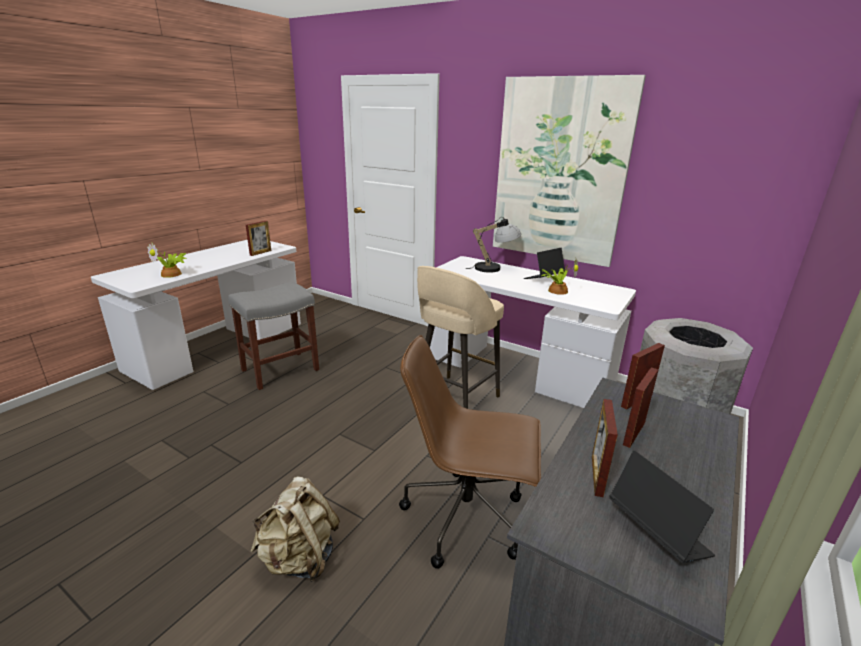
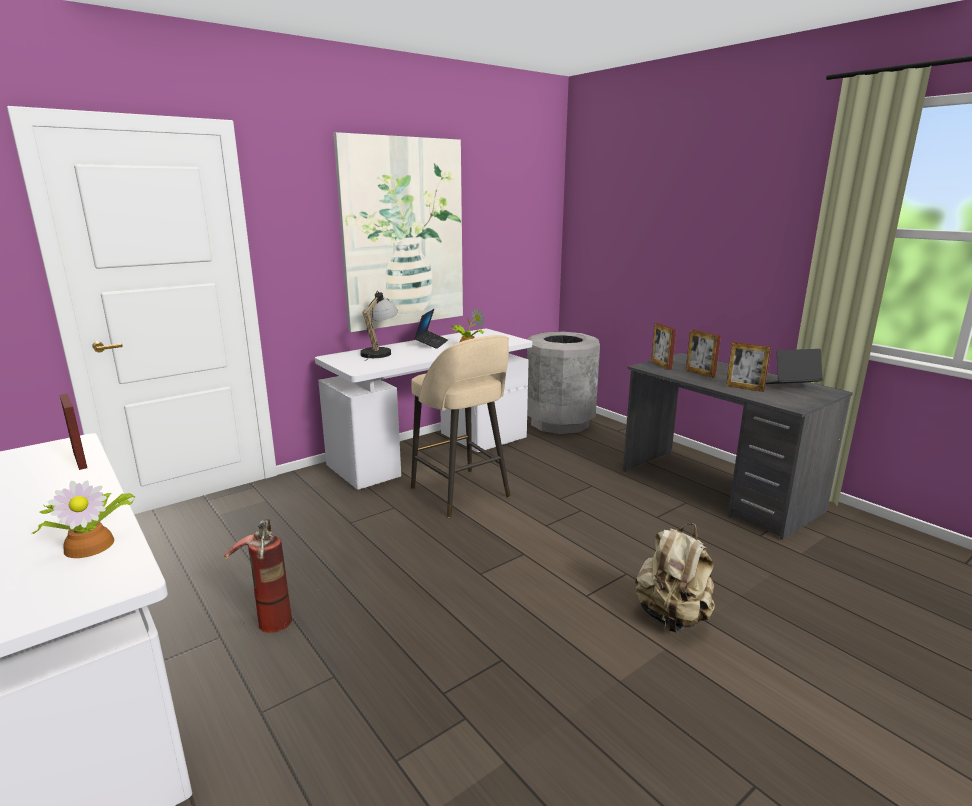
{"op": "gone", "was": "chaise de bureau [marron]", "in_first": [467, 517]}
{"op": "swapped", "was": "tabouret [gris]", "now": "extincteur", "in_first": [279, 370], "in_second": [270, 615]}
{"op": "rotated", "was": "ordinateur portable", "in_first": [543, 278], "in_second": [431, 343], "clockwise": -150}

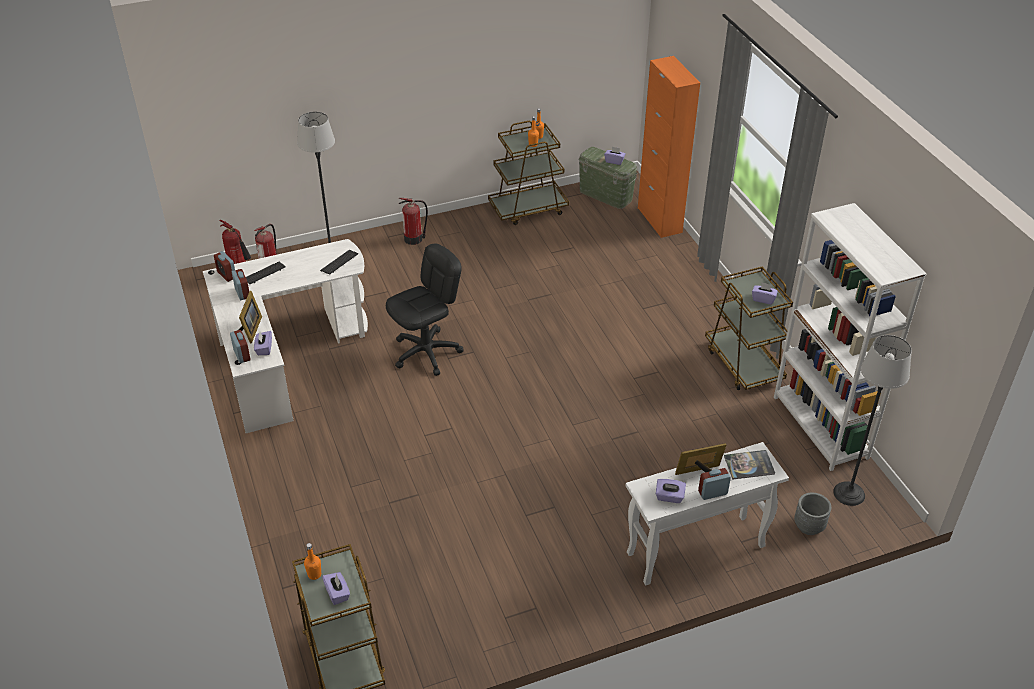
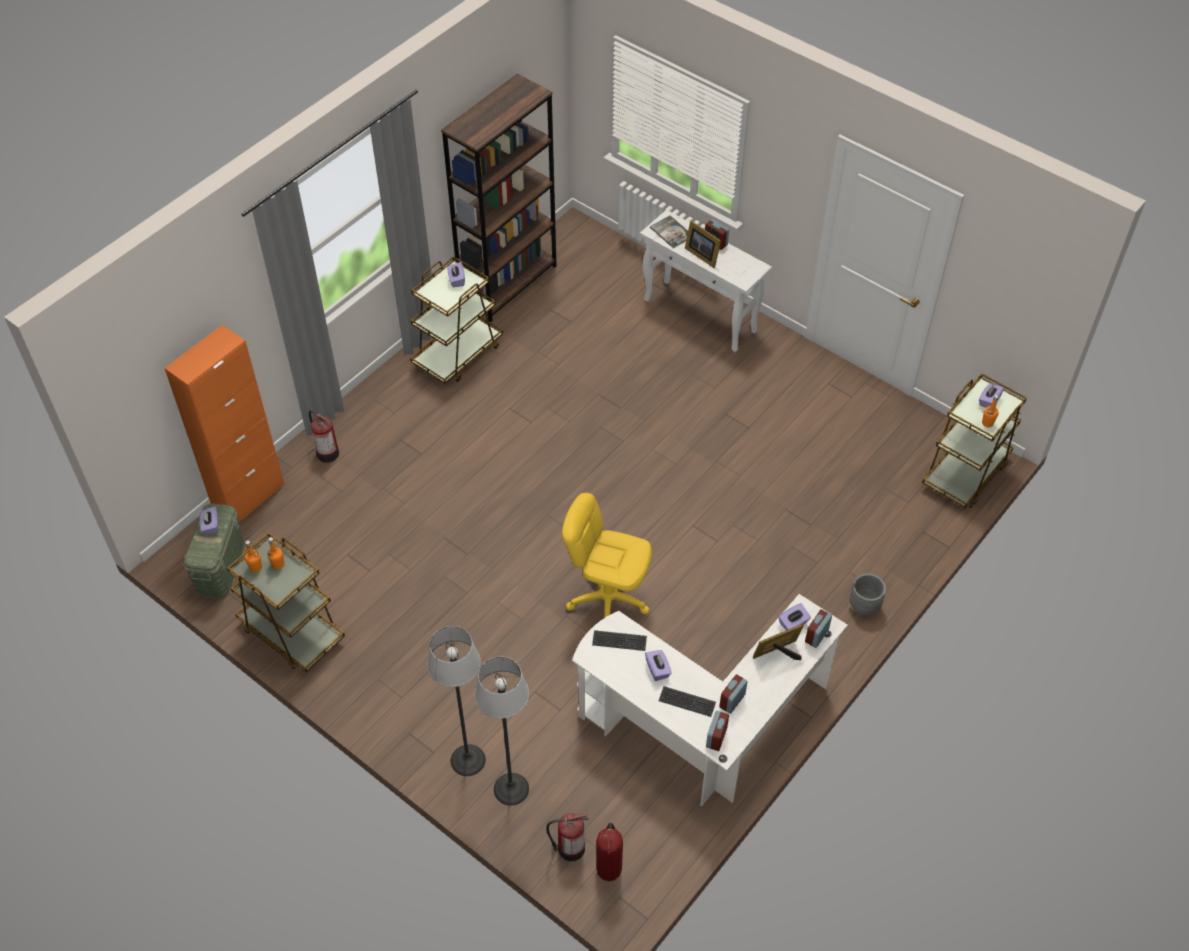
{"op": "shifted", "was": "extincteur", "in_first": [414, 239], "in_second": [327, 453]}
{"op": "shifted", "was": "boîte à mouchoirs [violet]", "in_first": [669, 497], "in_second": [658, 670]}
{"op": "shifted", "was": "cache-pot [gris]", "in_first": [809, 526], "in_second": [864, 605]}
{"op": "shifted", "was": "lampadaire", "in_first": [849, 493], "in_second": [467, 760]}
{"op": "repainted", "was": "chaise de bureau [noir]", "now": "chaise de bureau [jaune]", "in_first": [427, 352], "in_second": [608, 599]}
{"op": "repainted", "was": "bibliothèque [blanc]", "now": "bibliothèque [marron]", "in_first": [820, 427], "in_second": [508, 284]}

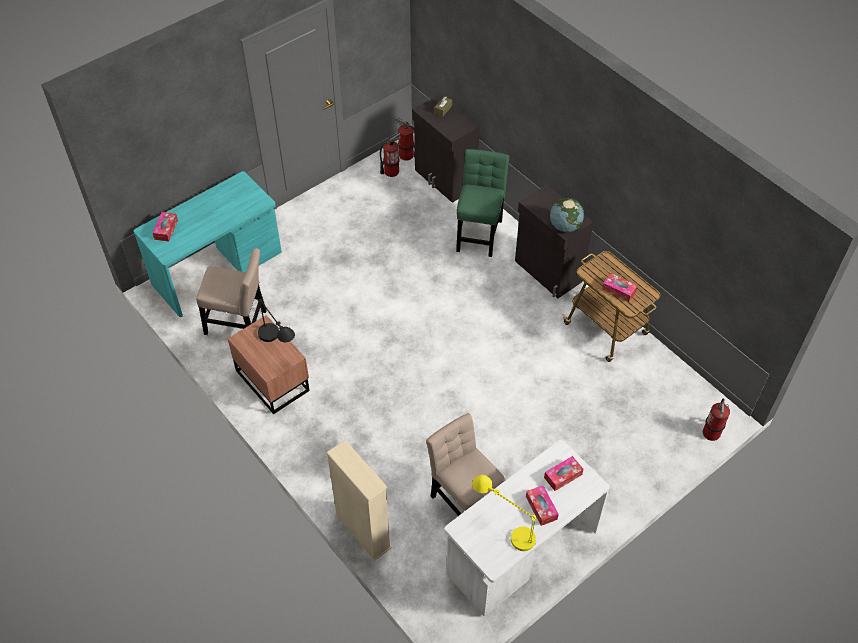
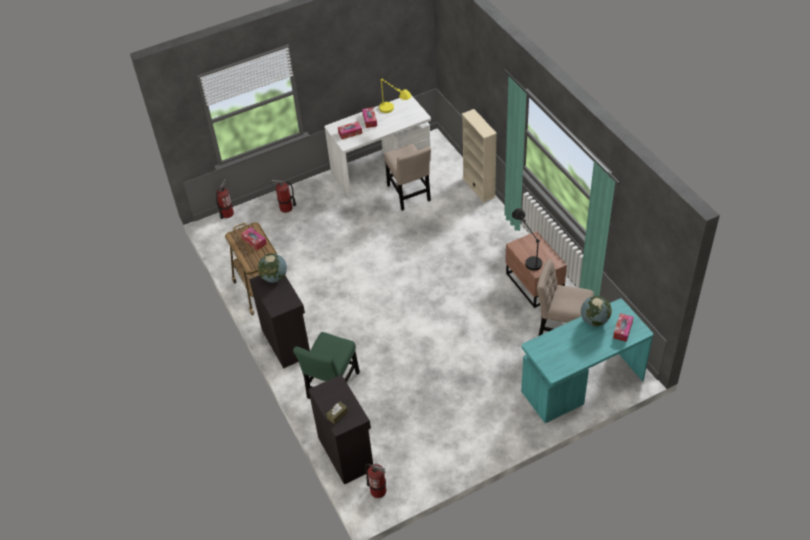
{"op": "new", "now": "globe", "in_second": [594, 320]}
{"op": "shifted", "was": "extincteur", "in_first": [391, 171], "in_second": [286, 208]}

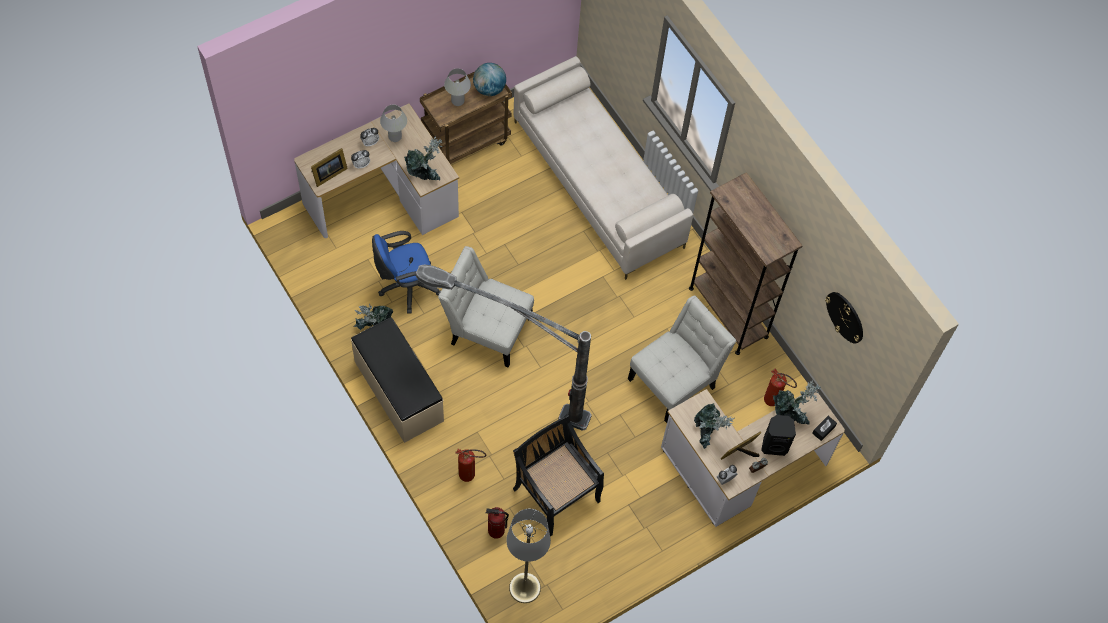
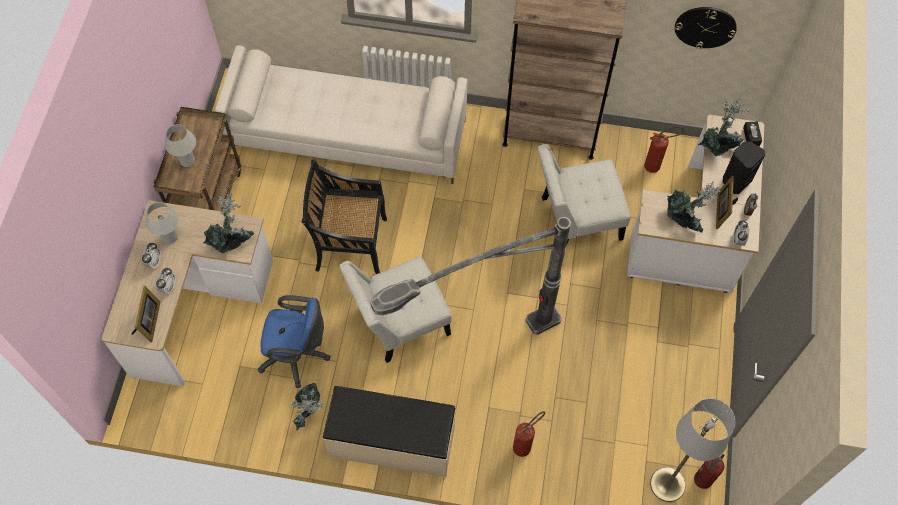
{"op": "gone", "was": "globe", "in_first": [489, 88]}
{"op": "shifted", "was": "extincteur", "in_first": [496, 531], "in_second": [703, 480]}
{"op": "shifted", "was": "chaise [noir]", "in_first": [555, 493], "in_second": [349, 244]}
{"op": "rotated", "was": "chaise de bureau [bleu]", "in_first": [406, 287], "in_second": [297, 355], "clockwise": -105}
{"op": "rotated", "was": "chaise [blanc]", "in_first": [675, 380], "in_second": [576, 219], "clockwise": -105}

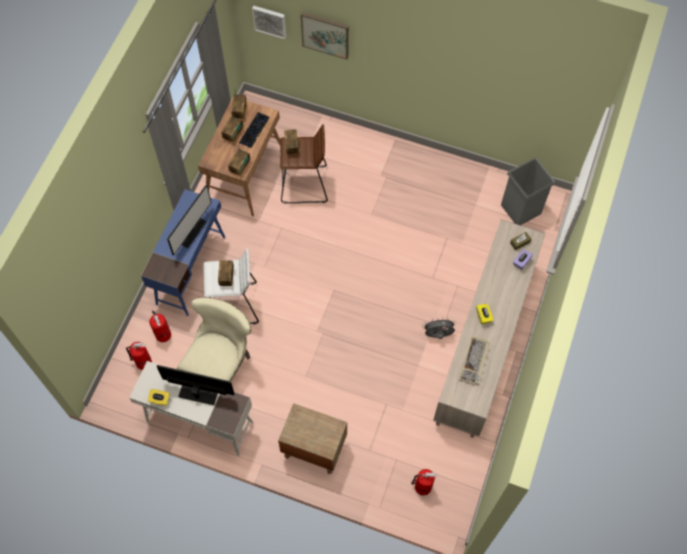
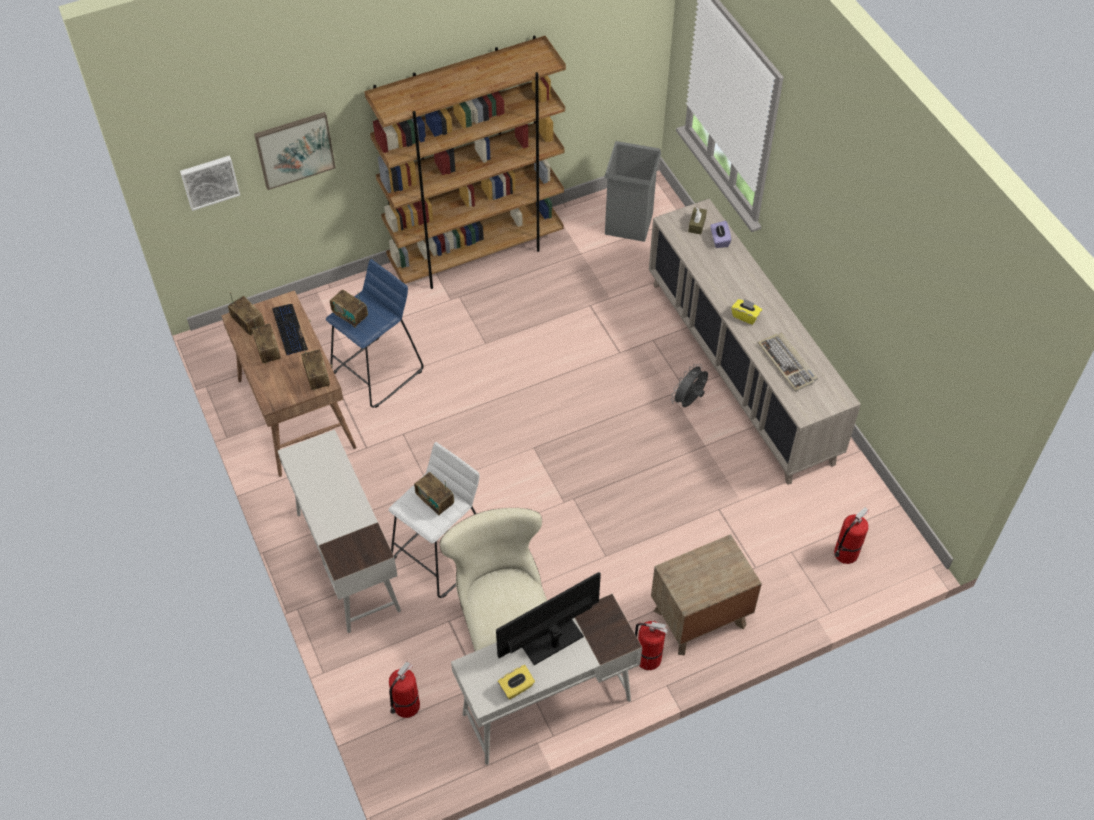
{"op": "gone", "was": "écran d'ordinateur", "in_first": [190, 231]}
{"op": "new", "now": "bibliothèque [marron]", "in_second": [476, 253]}
{"op": "shifted", "was": "extincteur", "in_first": [162, 334], "in_second": [647, 658]}
{"op": "repainted", "was": "bureau [bleu]", "now": "bureau [blanc]", "in_first": [191, 269], "in_second": [347, 561]}
{"op": "repainted", "was": "tabouret [marron]", "now": "tabouret [bleu]", "in_first": [304, 185], "in_second": [378, 372]}

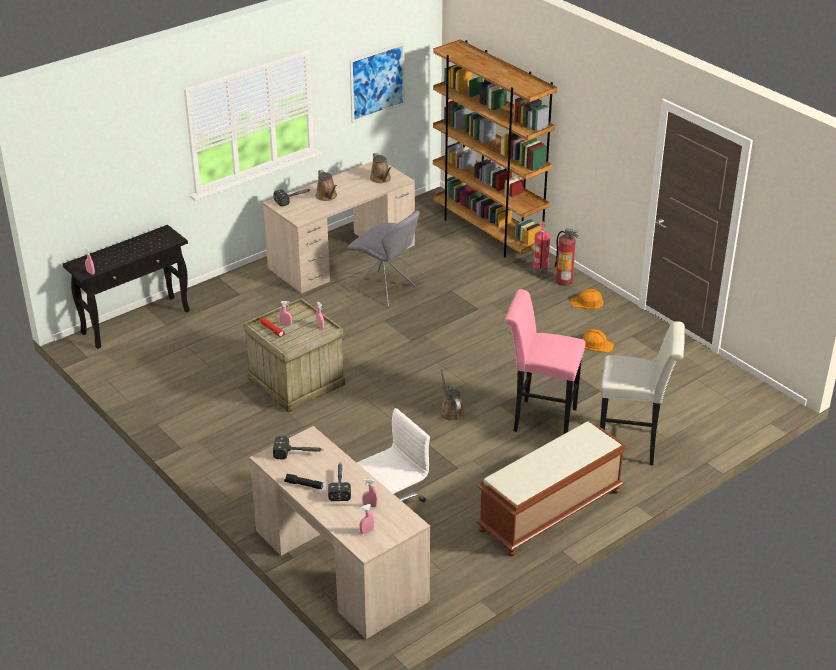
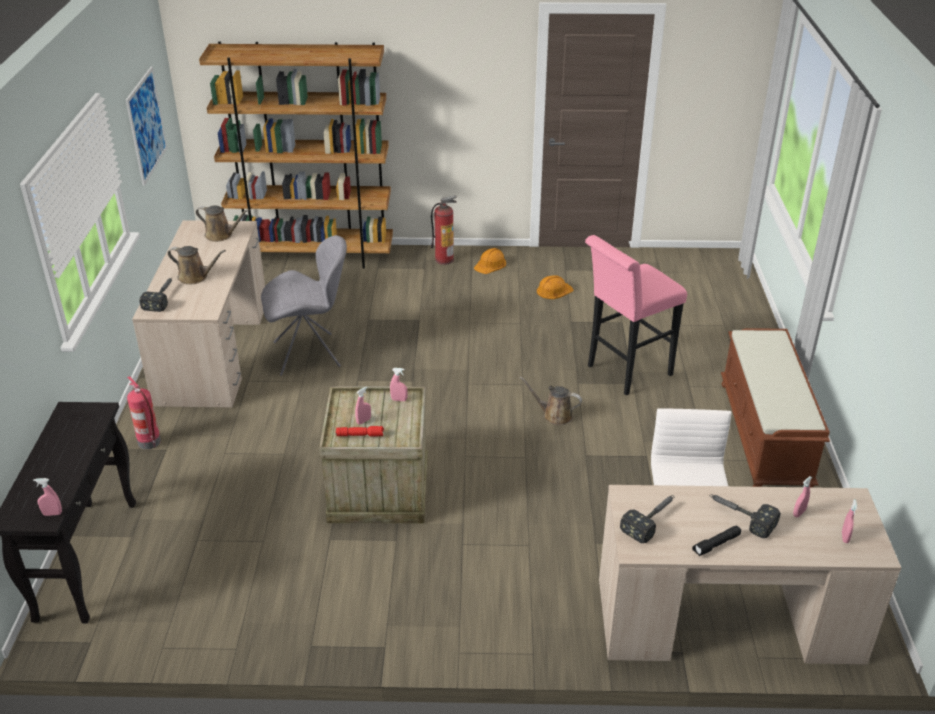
{"op": "gone", "was": "tabouret [blanc]", "in_first": [632, 445]}
{"op": "shifted", "was": "extincteur", "in_first": [540, 270], "in_second": [150, 442]}

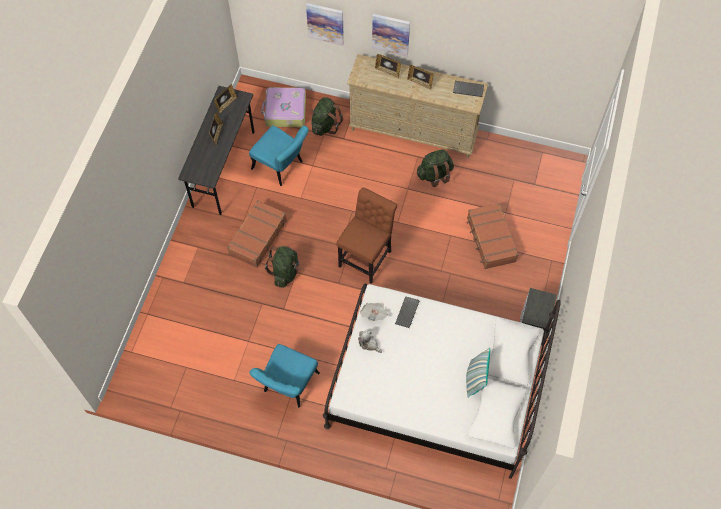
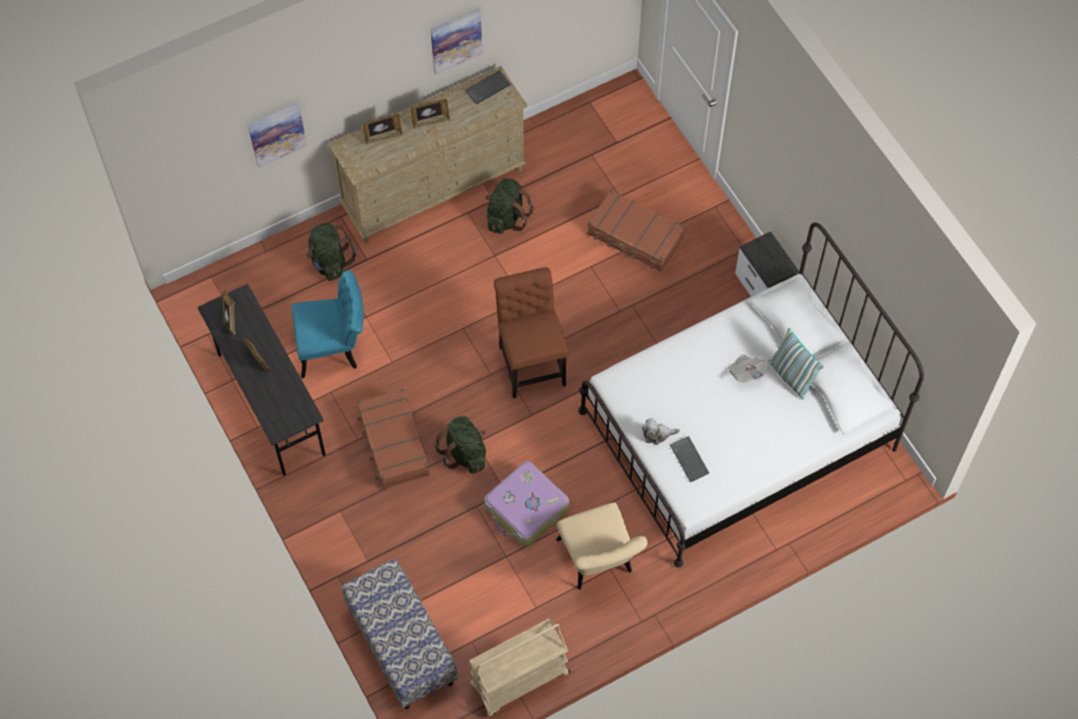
{"op": "new", "now": "banc", "in_second": [401, 645]}
{"op": "new", "now": "chariot [beige]", "in_second": [519, 680]}
{"op": "shifted", "was": "valise", "in_first": [285, 112], "in_second": [526, 509]}
{"op": "shifted", "was": "journal", "in_first": [374, 314], "in_second": [746, 372]}
{"op": "shifted", "was": "tableau", "in_first": [391, 34], "in_second": [455, 40]}
{"op": "shifted", "was": "clavier", "in_first": [407, 313], "in_second": [690, 460]}
{"op": "repainted", "was": "chaise [turquoise]", "now": "chaise [beige]", "in_first": [288, 387], "in_second": [598, 563]}

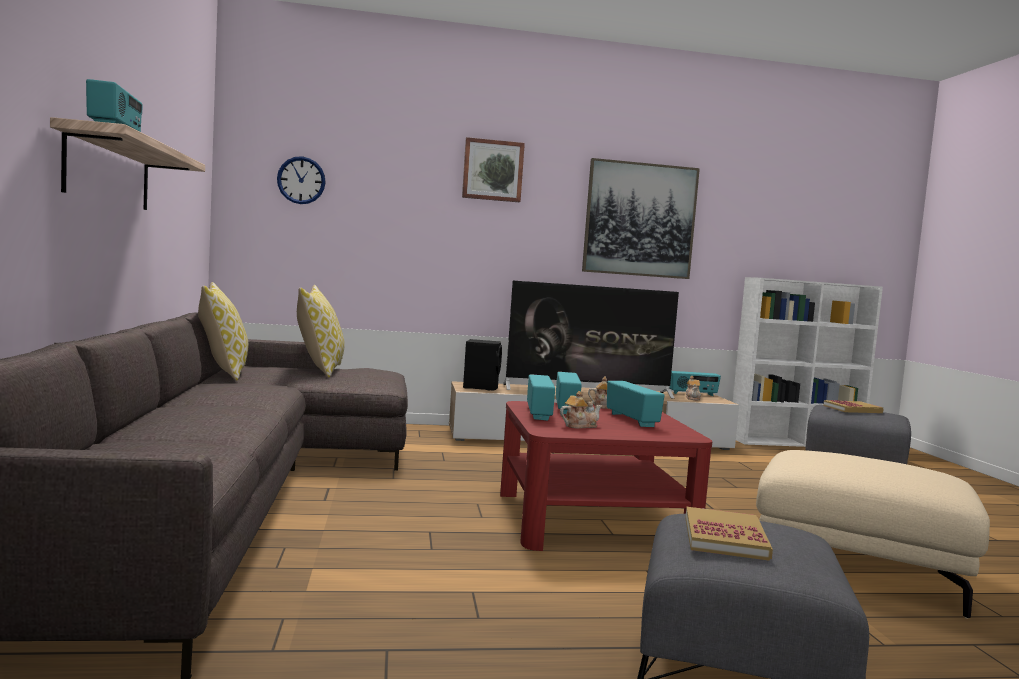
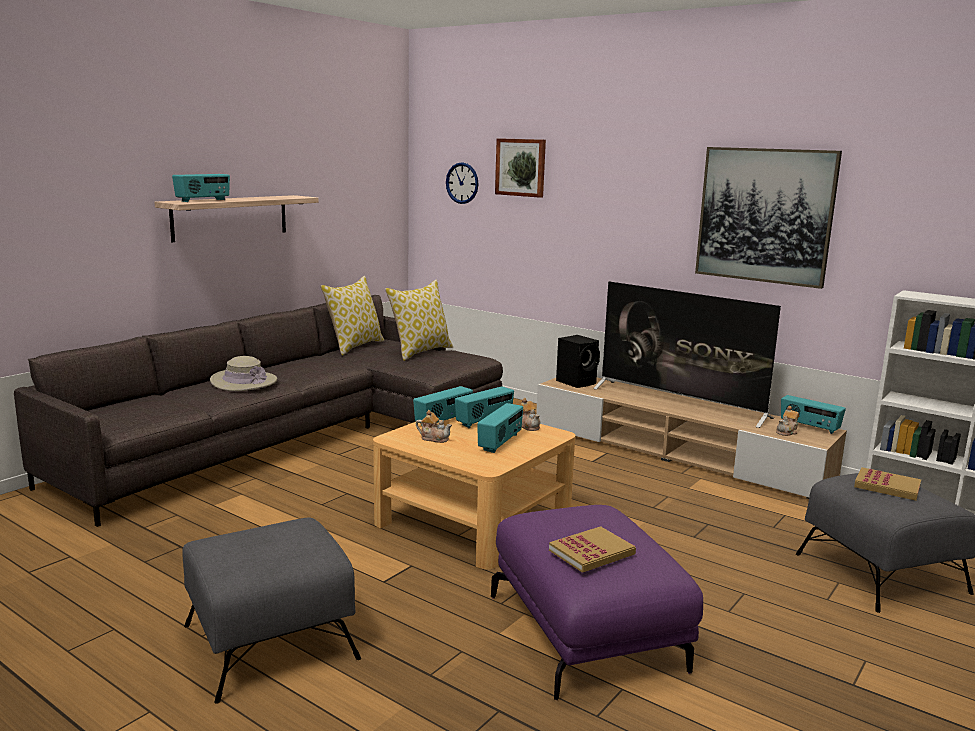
{"op": "new", "now": "chapeau [beige]", "in_second": [244, 382]}
{"op": "shifted", "was": "tableau", "in_first": [492, 170], "in_second": [521, 167]}
{"op": "shifted", "was": "livre", "in_first": [725, 537], "in_second": [592, 552]}
{"op": "repainted", "was": "table basse [rouge]", "now": "table basse [beige]", "in_first": [591, 519], "in_second": [473, 519]}
{"op": "repainted", "was": "pouf [beige]", "now": "pouf [violet]", "in_first": [859, 567], "in_second": [588, 632]}

